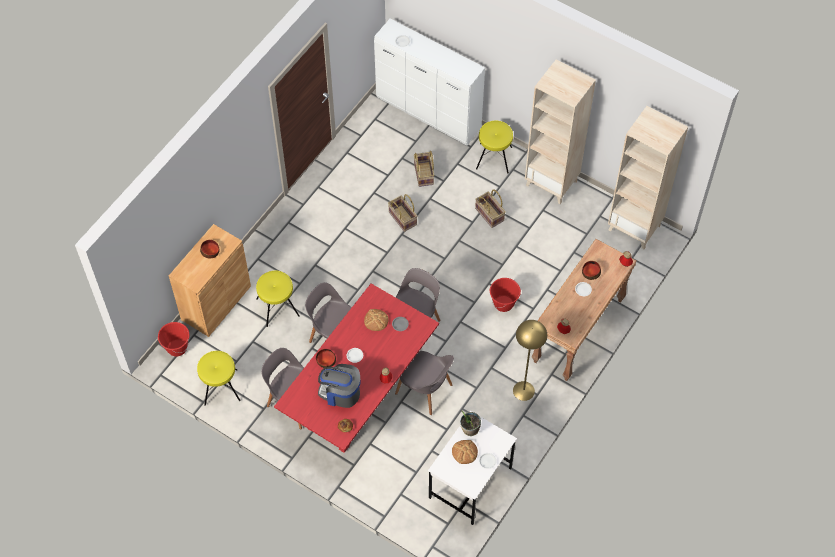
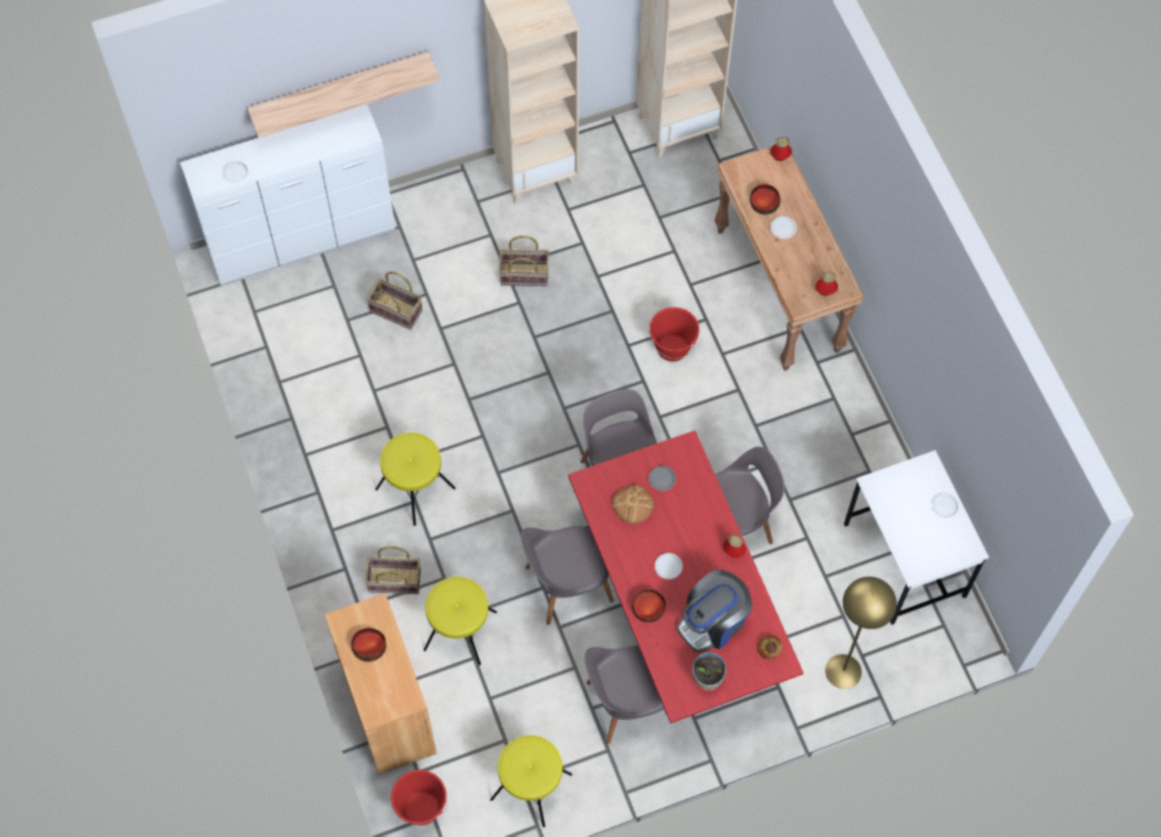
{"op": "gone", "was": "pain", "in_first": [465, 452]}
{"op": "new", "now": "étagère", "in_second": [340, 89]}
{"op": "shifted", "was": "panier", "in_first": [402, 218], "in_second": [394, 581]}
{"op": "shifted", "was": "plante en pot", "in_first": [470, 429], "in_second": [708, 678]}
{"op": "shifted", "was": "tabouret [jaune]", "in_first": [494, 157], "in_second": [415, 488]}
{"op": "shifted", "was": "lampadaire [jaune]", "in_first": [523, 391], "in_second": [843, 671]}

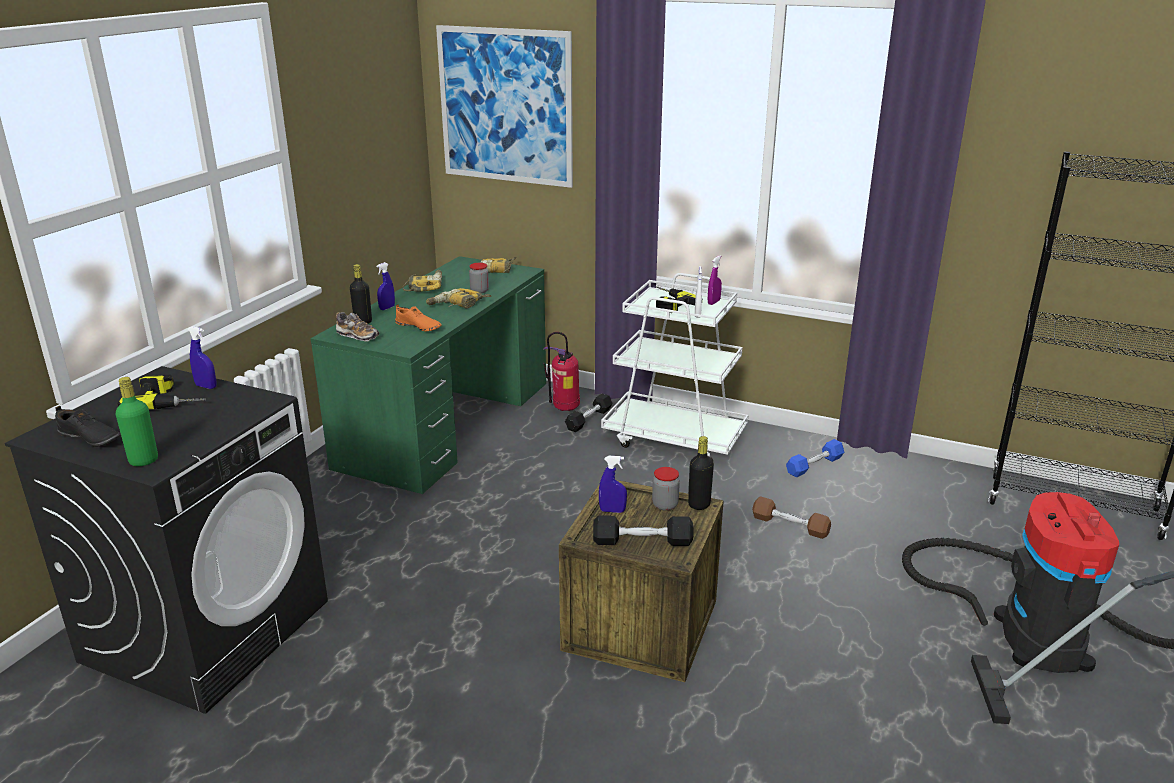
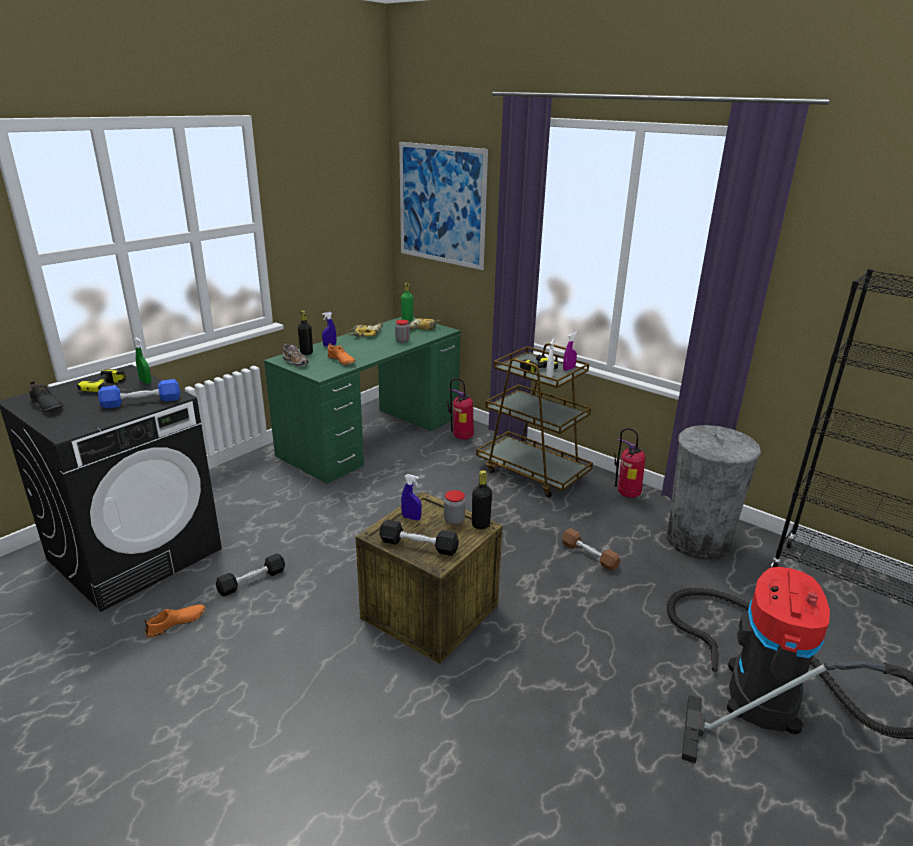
{"op": "gone", "was": "perceuse", "in_first": [458, 305]}
{"op": "new", "now": "chaussure [orange]", "in_second": [176, 623]}
{"op": "new", "now": "extincteur", "in_second": [626, 495]}
{"op": "new", "now": "poubelle [gris]", "in_second": [698, 541]}
{"op": "shifted", "was": "bouteille [vert]", "in_first": [143, 461], "in_second": [407, 320]}
{"op": "shifted", "was": "haltère [noir]", "in_first": [589, 419], "in_second": [252, 581]}
{"op": "shifted", "was": "haltère [bleu]", "in_first": [814, 465], "in_second": [141, 402]}
{"op": "repainted", "was": "vaporisateur [bleu]", "now": "vaporisateur [vert]", "in_first": [206, 386], "in_second": [145, 382]}
{"op": "repainted", "was": "chariot [blanc]", "now": "chariot [marron]", "in_first": [674, 438], "in_second": [533, 472]}

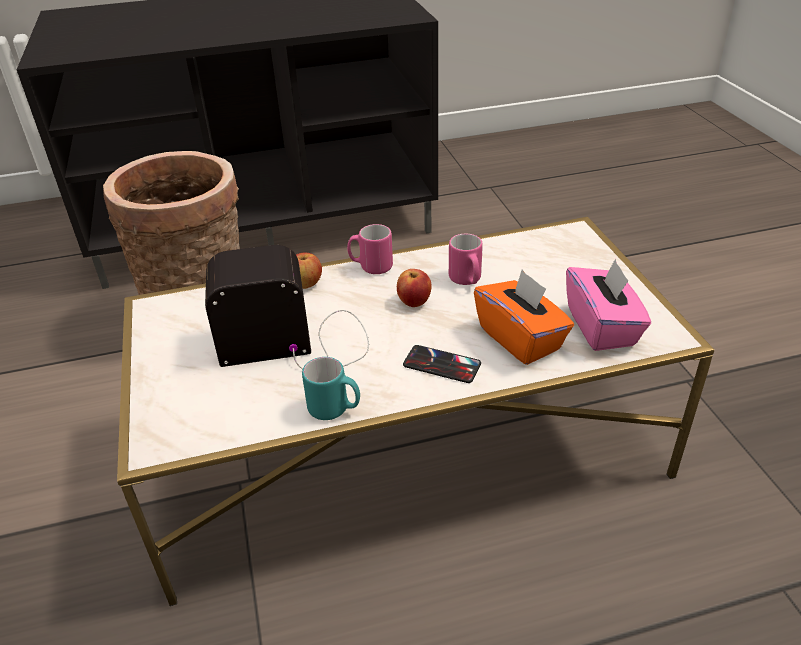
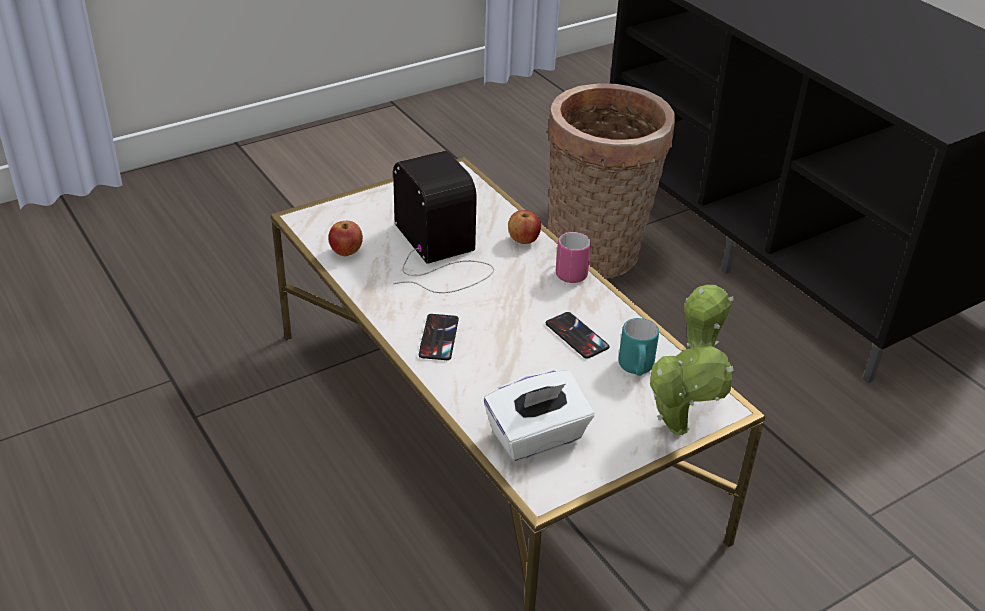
{"op": "gone", "was": "boîte à mouchoirs [orange]", "in_first": [520, 339]}
{"op": "new", "now": "plante en pot", "in_second": [679, 423]}
{"op": "shifted", "was": "mug [turquoise]", "in_first": [335, 409], "in_second": [636, 369]}
{"op": "shifted", "was": "pomme", "in_first": [414, 302], "in_second": [346, 252]}
{"op": "swapped", "was": "mug [rose]", "now": "téléphone", "in_first": [467, 281], "in_second": [576, 336]}
{"op": "repainted", "was": "boîte à mouchoirs [rose]", "now": "boîte à mouchoirs [blanc]", "in_first": [602, 327], "in_second": [537, 437]}

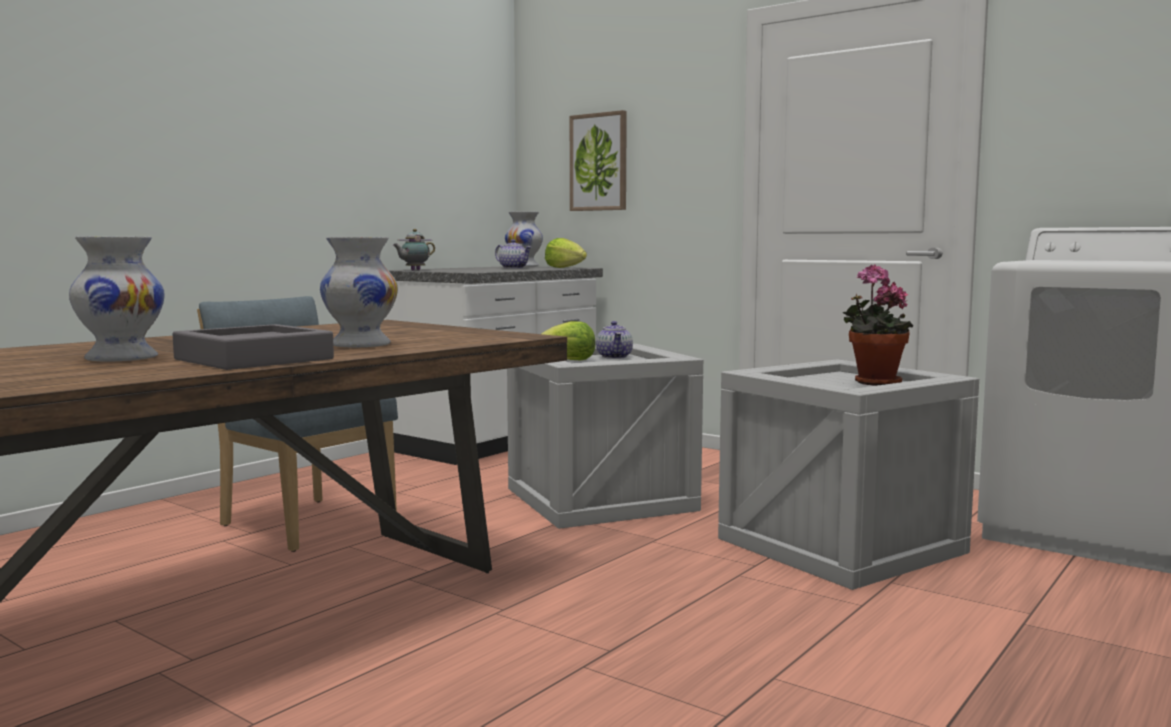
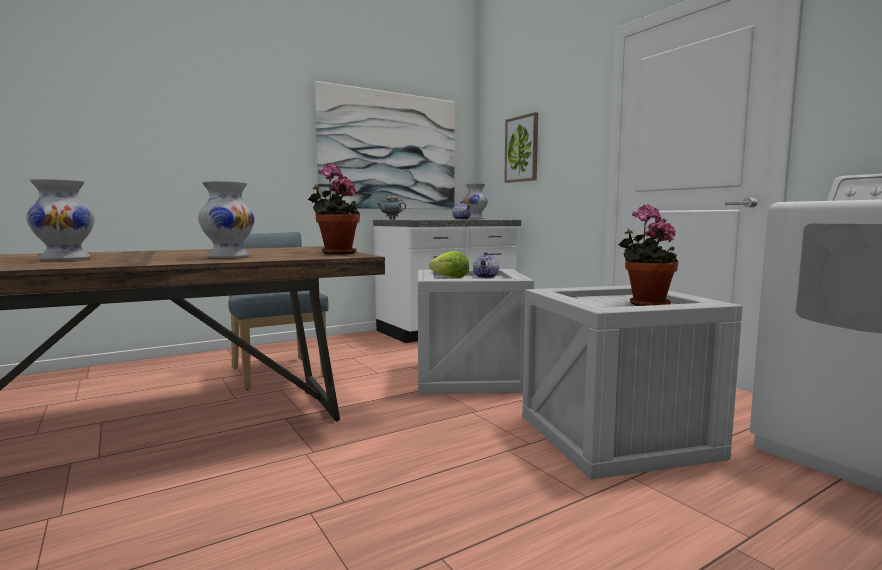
{"op": "gone", "was": "plateau [gris]", "in_first": [254, 359]}
{"op": "gone", "was": "laitue", "in_first": [564, 267]}
{"op": "new", "now": "plante en pot", "in_second": [336, 253]}
{"op": "new", "now": "tableau", "in_second": [389, 151]}

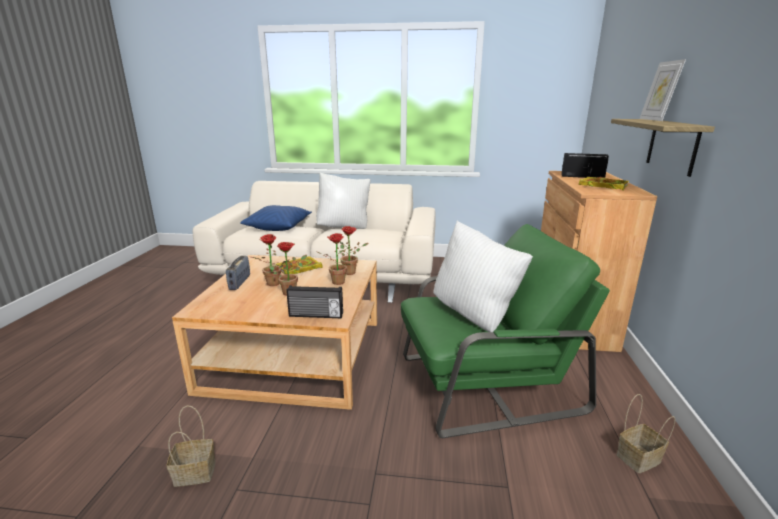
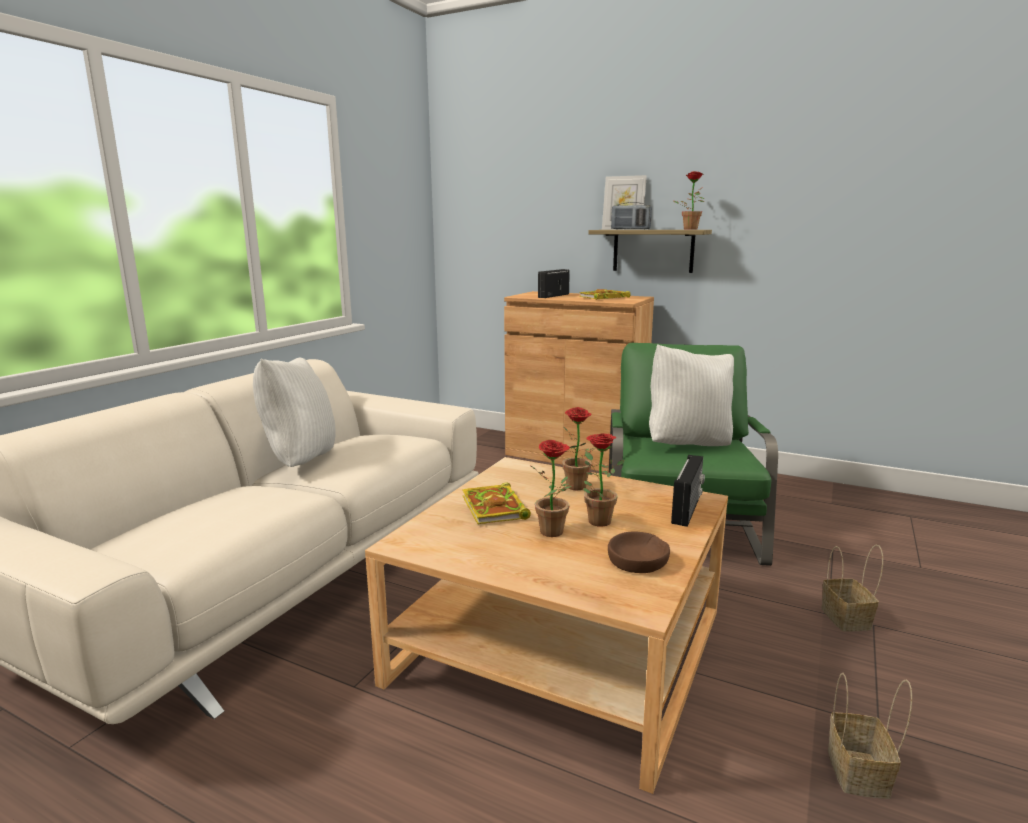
{"op": "gone", "was": "coussin [bleu]", "in_first": [278, 227]}
{"op": "new", "now": "bol [marron]", "in_second": [638, 560]}
{"op": "shifted", "was": "radio", "in_first": [239, 282], "in_second": [630, 229]}
{"op": "shifted", "was": "plante en pot", "in_first": [352, 272], "in_second": [690, 229]}
{"op": "shifted", "was": "panier", "in_first": [638, 459], "in_second": [847, 619]}

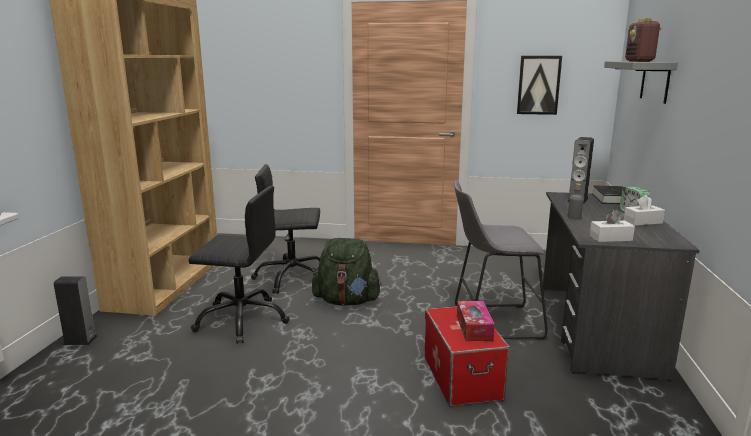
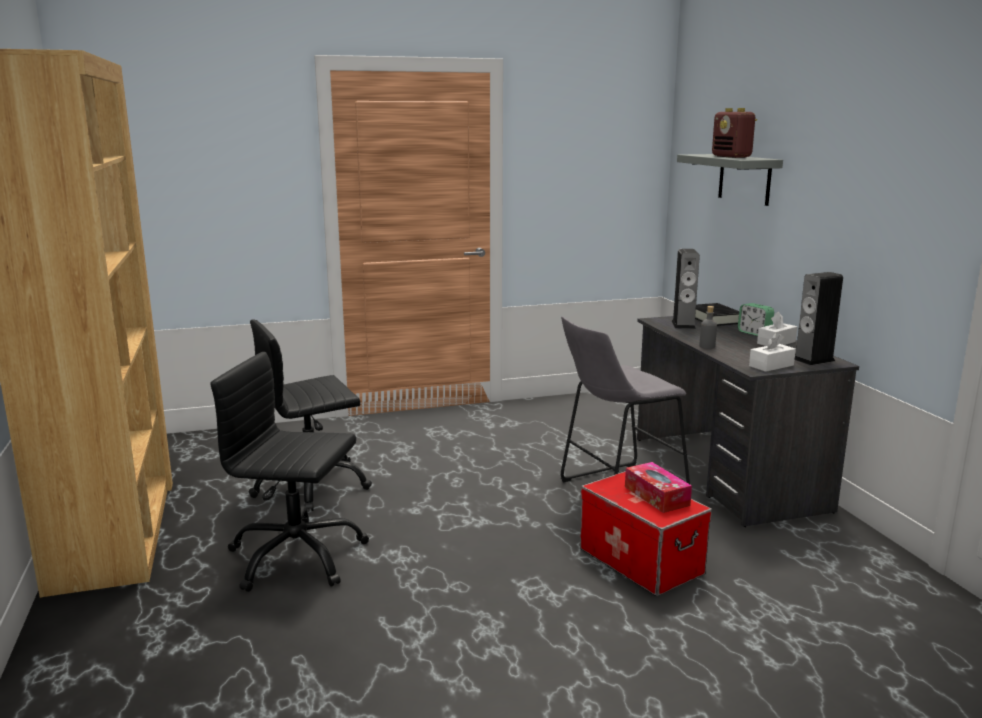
{"op": "gone", "was": "sac à dos [vert]", "in_first": [347, 301]}
{"op": "gone", "was": "tableau", "in_first": [538, 85]}
{"op": "shifted", "was": "enceinte", "in_first": [80, 340], "in_second": [813, 360]}
{"op": "rotated", "was": "chaise de bureau [noir]", "in_first": [242, 319], "in_second": [296, 557], "clockwise": -150}

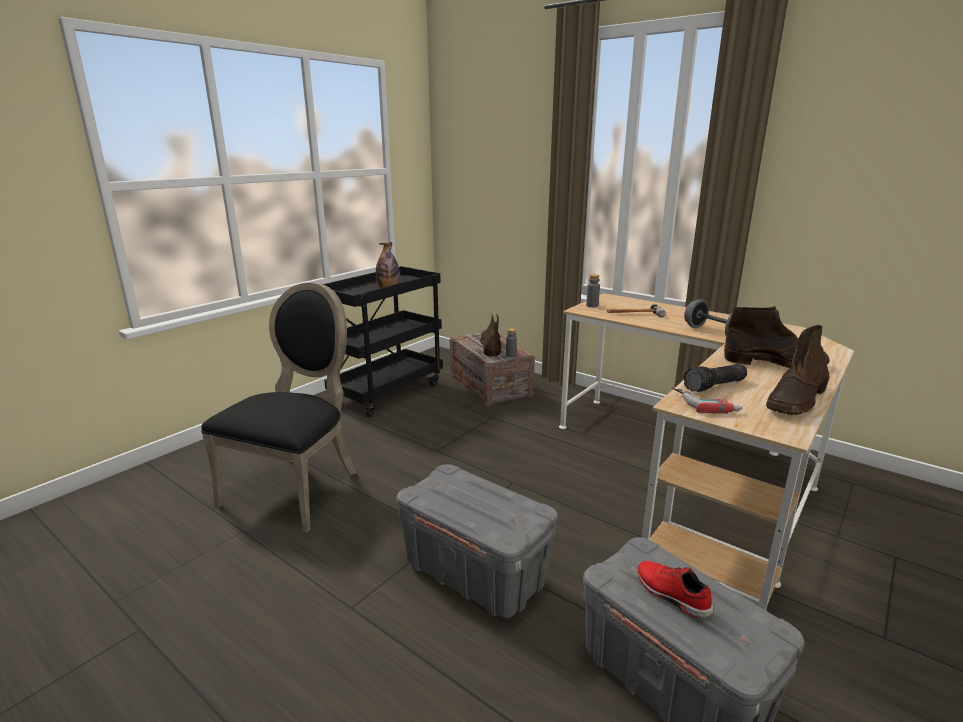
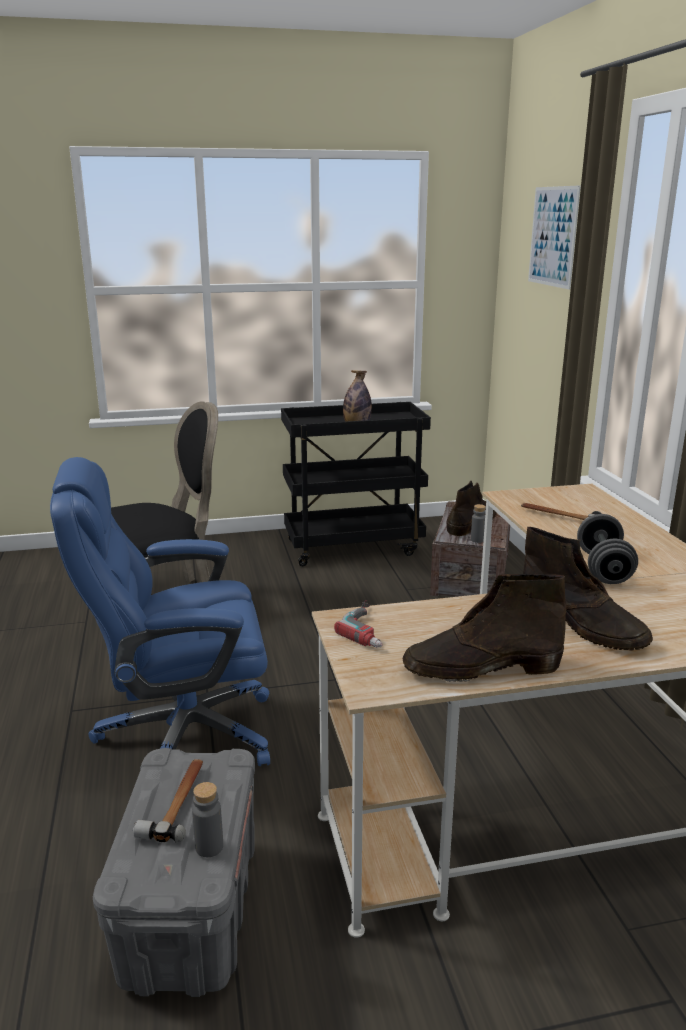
{"op": "gone", "was": "lampe de poche", "in_first": [715, 386]}
{"op": "new", "now": "tableau", "in_second": [553, 236]}
{"op": "shifted", "was": "bouteille [gris]", "in_first": [592, 305], "in_second": [209, 847]}
{"op": "swapped", "was": "boîte de rangement [gris]", "now": "chaise de bureau [bleu]", "in_first": [474, 573], "in_second": [183, 735]}
{"op": "swapped", "was": "chaussure [rouge]", "now": "marteau", "in_first": [670, 595], "in_second": [178, 802]}

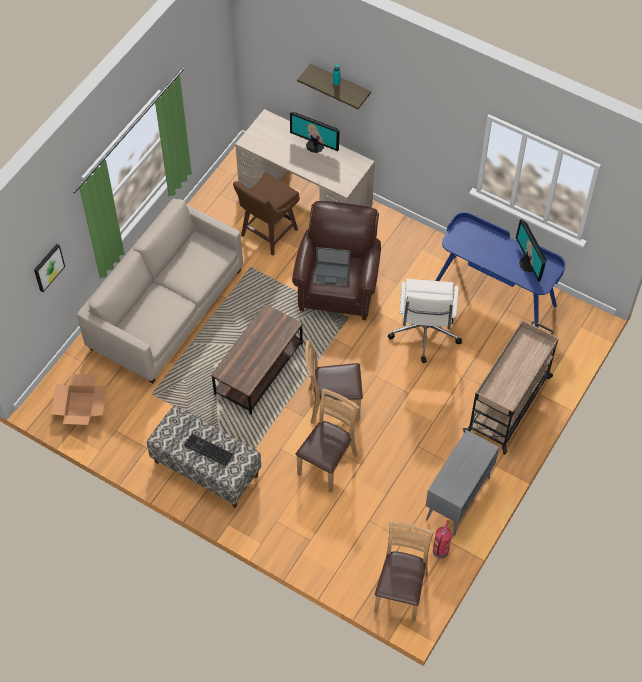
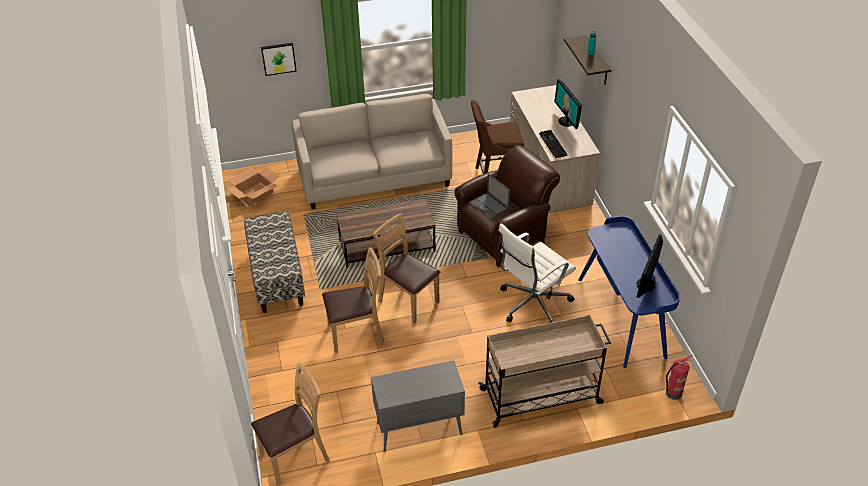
{"op": "shifted", "was": "clavier", "in_first": [207, 450], "in_second": [551, 144]}
{"op": "shifted", "was": "extincteur", "in_first": [440, 552], "in_second": [673, 393]}

